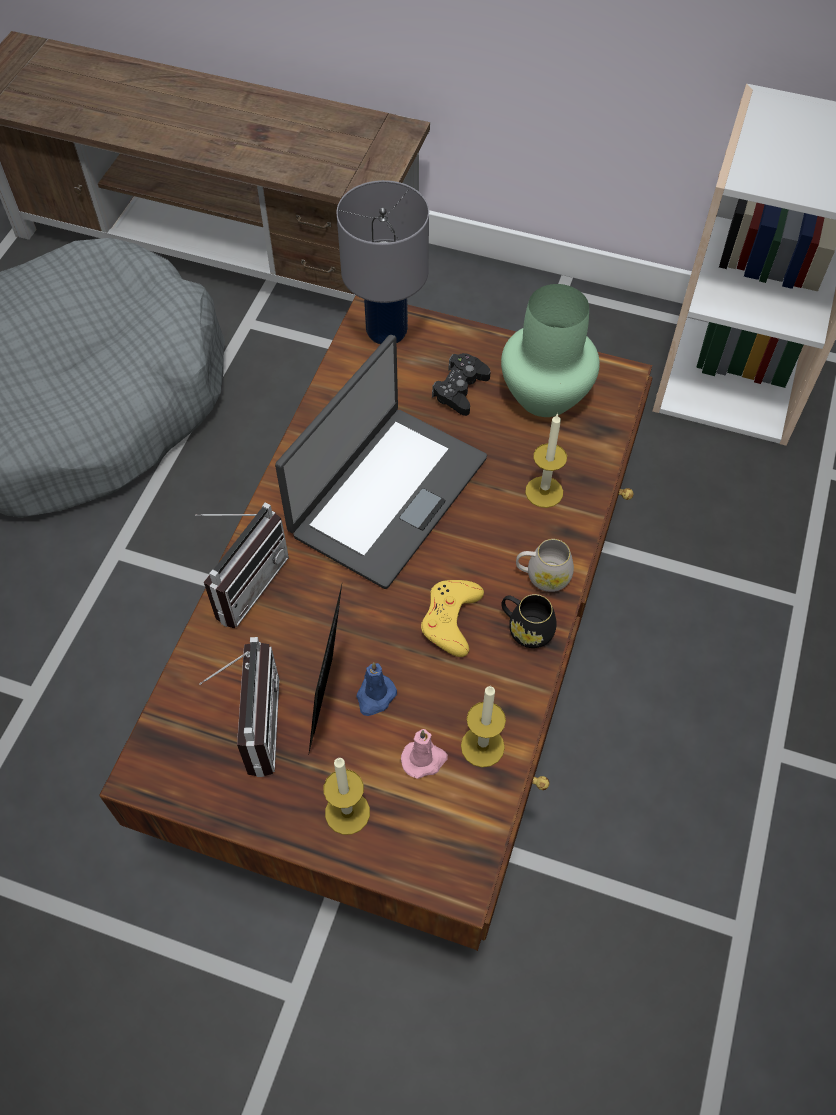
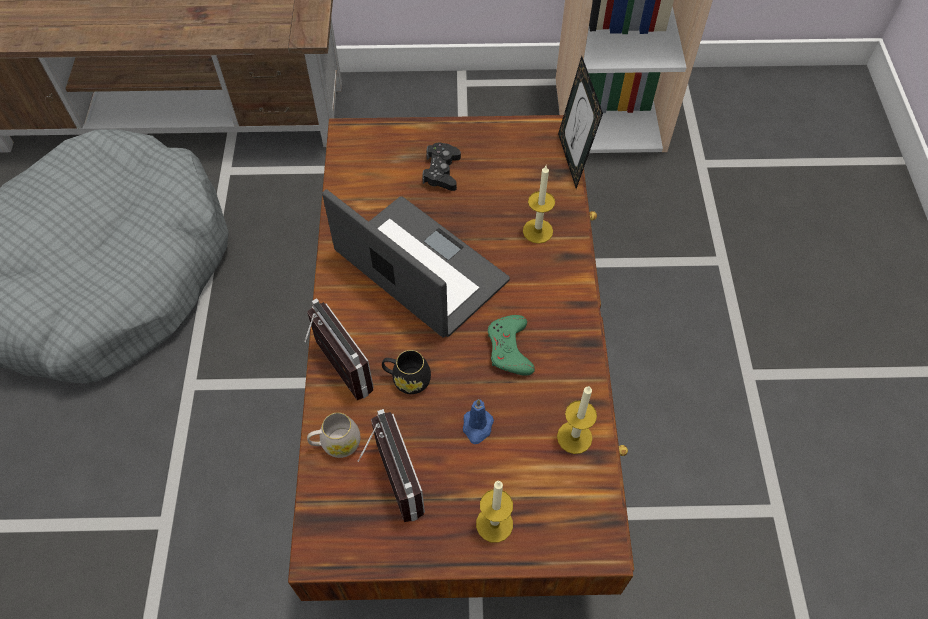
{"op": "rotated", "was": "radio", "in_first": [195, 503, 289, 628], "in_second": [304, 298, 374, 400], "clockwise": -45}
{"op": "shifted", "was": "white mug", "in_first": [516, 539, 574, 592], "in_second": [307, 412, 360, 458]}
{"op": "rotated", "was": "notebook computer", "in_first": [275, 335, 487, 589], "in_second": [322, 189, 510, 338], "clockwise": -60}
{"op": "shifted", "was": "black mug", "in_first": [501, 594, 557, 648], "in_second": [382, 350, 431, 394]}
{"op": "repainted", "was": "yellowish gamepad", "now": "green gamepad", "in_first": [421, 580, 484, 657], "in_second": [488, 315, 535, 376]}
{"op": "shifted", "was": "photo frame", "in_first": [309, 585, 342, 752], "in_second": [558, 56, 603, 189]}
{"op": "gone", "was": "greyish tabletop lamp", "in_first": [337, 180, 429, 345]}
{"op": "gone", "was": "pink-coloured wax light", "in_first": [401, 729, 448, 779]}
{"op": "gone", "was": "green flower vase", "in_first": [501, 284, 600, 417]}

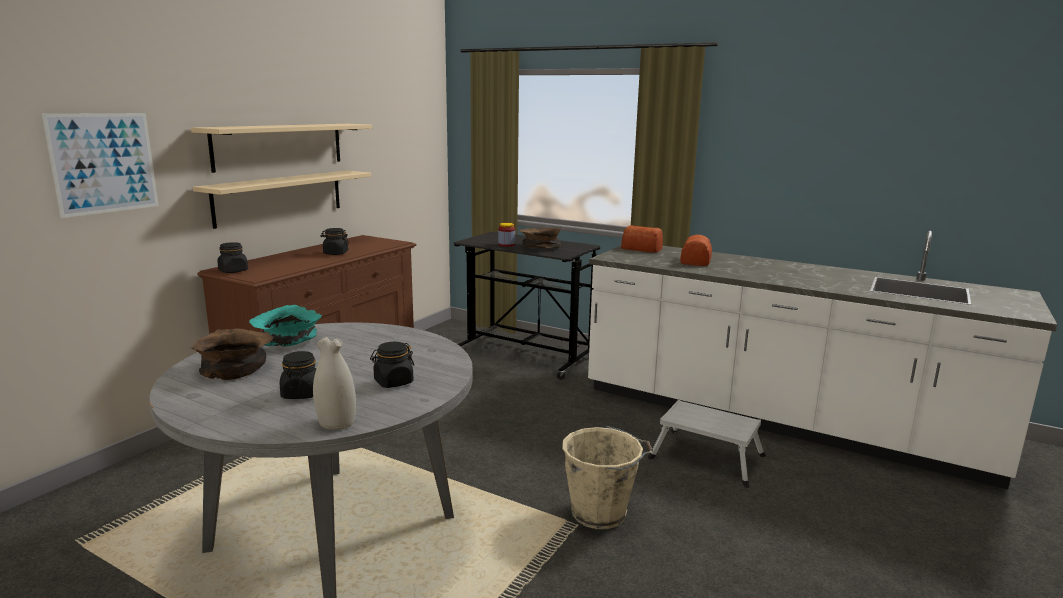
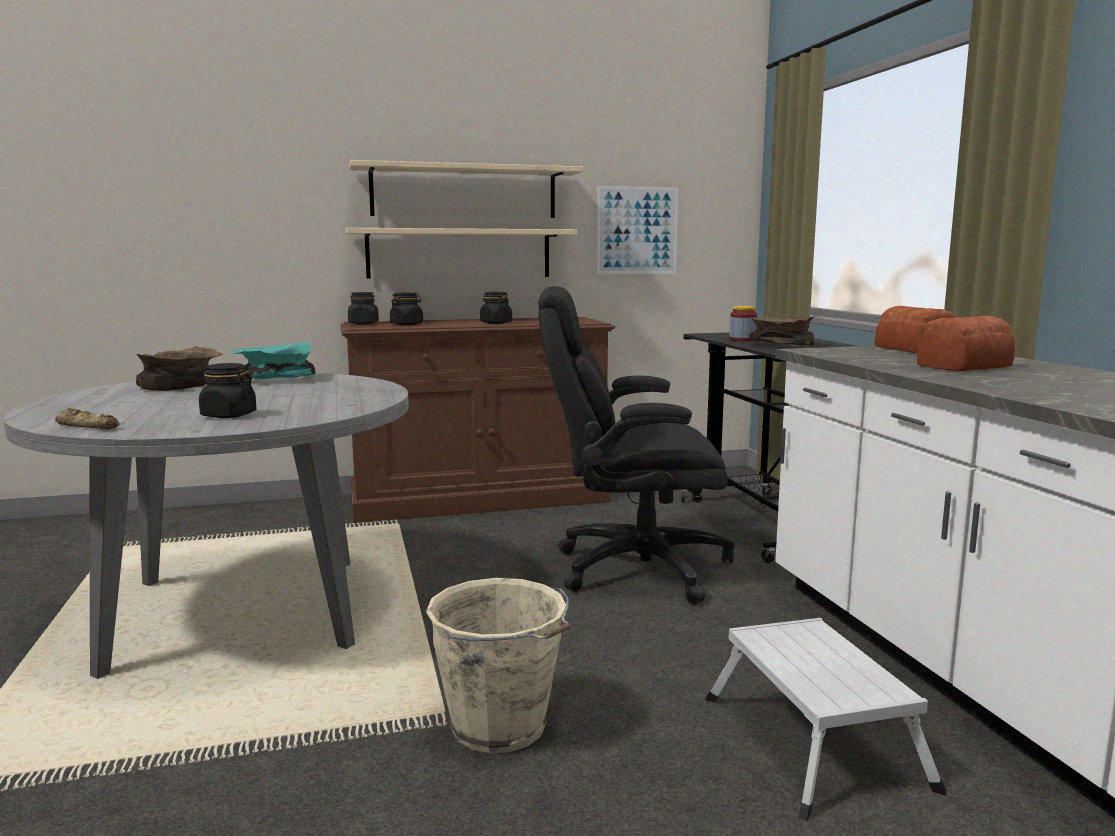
{"op": "swapped", "was": "white flower vase", "now": "bakery bread", "in_first": [313, 337, 356, 430], "in_second": [55, 408, 120, 429]}
{"op": "shifted", "was": "black preserve jar", "in_first": [280, 351, 317, 399], "in_second": [390, 292, 423, 325]}
{"op": "new", "now": "black computer chair", "in_second": [538, 286, 735, 605]}
{"op": "shifted", "was": "wall picture", "in_first": [42, 113, 159, 218], "in_second": [597, 186, 678, 274]}

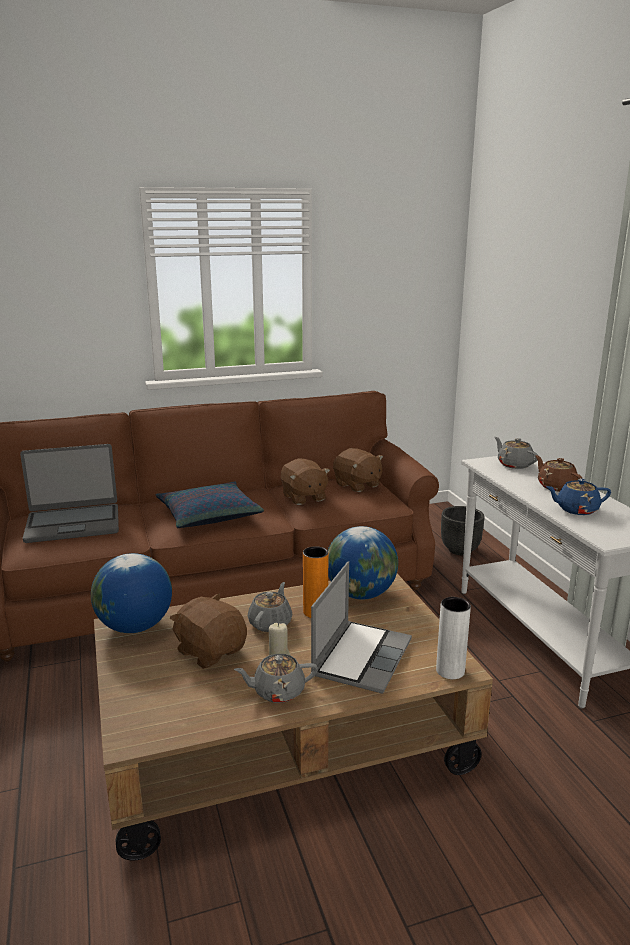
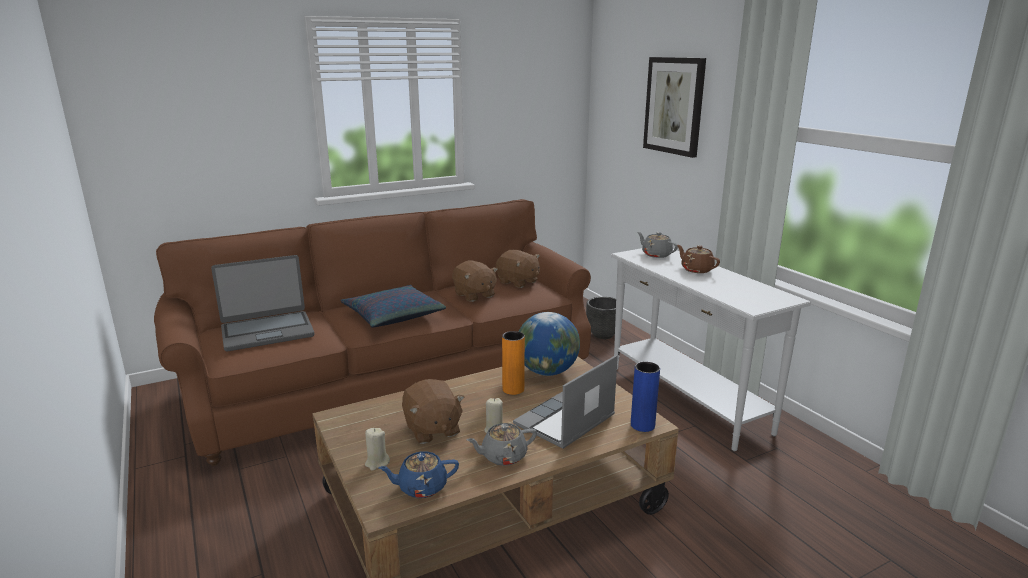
{"op": "new", "now": "beige wax light", "in_second": [365, 428, 390, 471]}
{"op": "shifted", "was": "bluish teapot", "in_first": [546, 479, 611, 515], "in_second": [378, 451, 459, 498]}
{"op": "rotated", "was": "brown cuddly toy", "in_first": [169, 593, 247, 669], "in_second": [402, 379, 465, 444], "clockwise": -150}
{"op": "rotated", "was": "notebook computer", "in_first": [311, 561, 412, 694], "in_second": [513, 355, 618, 449], "clockwise": -150}
{"op": "repainted", "was": "white flower vase", "now": "bluish flower vase", "in_first": [436, 597, 471, 679], "in_second": [631, 362, 660, 432]}
{"op": "new", "now": "wall picture", "in_second": [643, 57, 706, 158]}
{"op": "gone", "was": "globe", "in_first": [91, 553, 172, 633]}
{"op": "gone", "was": "greyish teapot", "in_first": [248, 582, 292, 632]}

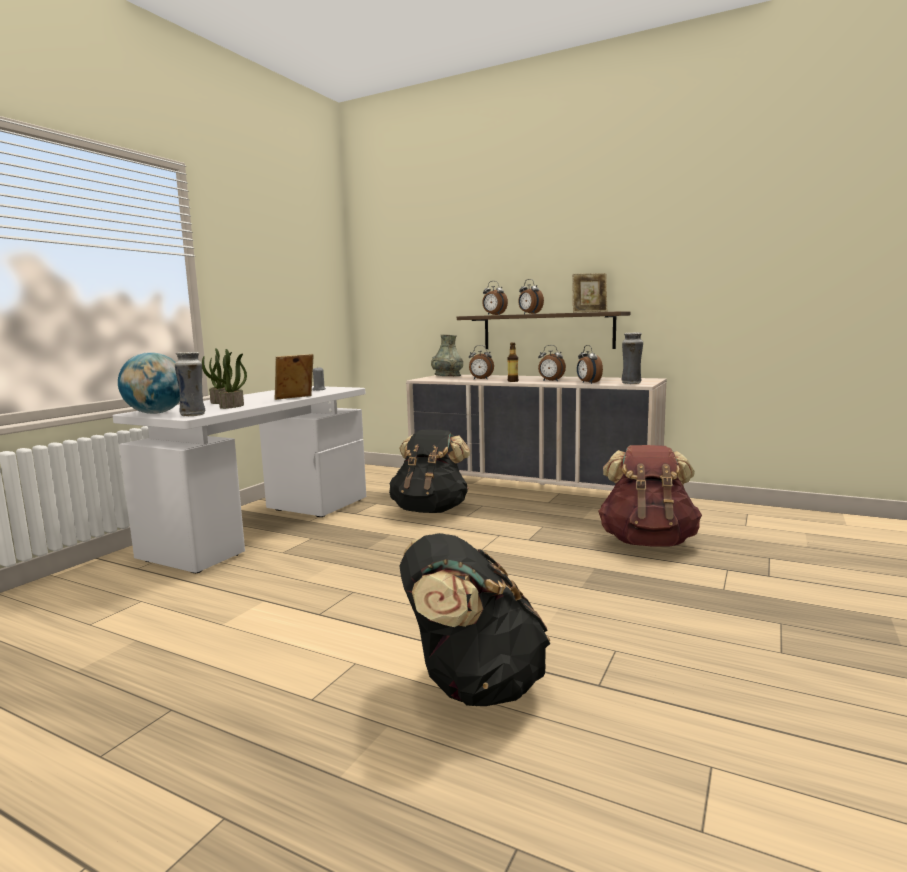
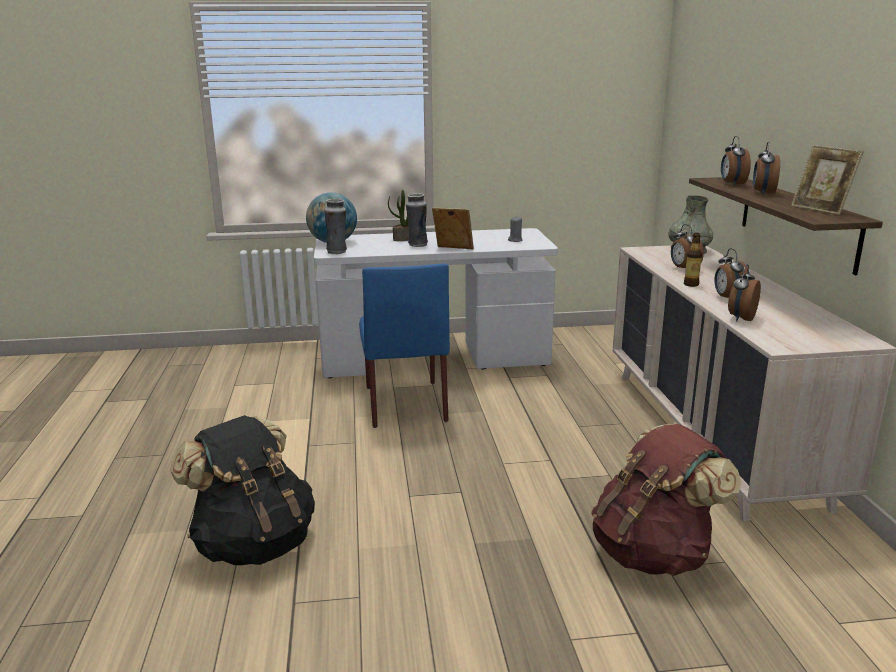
{"op": "new", "now": "bluish plain chair", "in_second": [359, 264, 450, 428]}
{"op": "shifted", "was": "flower vase", "in_first": [621, 332, 643, 384], "in_second": [406, 193, 428, 247]}
{"op": "gone", "was": "potted plant", "in_first": [209, 349, 247, 409]}
{"op": "gone", "was": "black rucksack", "in_first": [389, 430, 470, 513]}

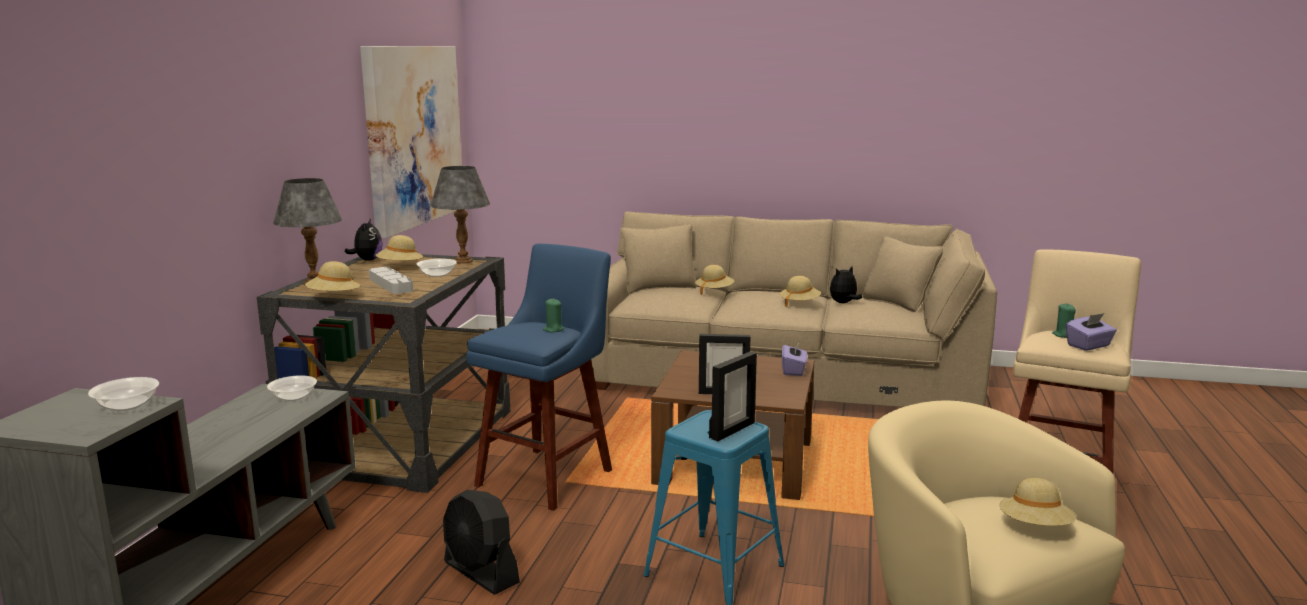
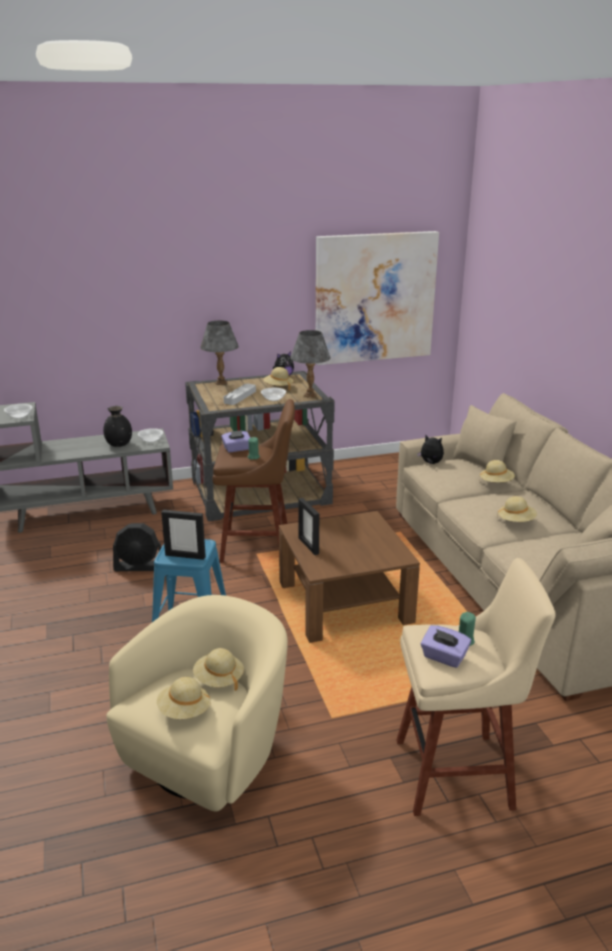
{"op": "new", "now": "black flower vase", "in_second": [103, 406, 132, 447]}
{"op": "rotated", "was": "black fan", "in_first": [443, 490, 520, 595], "in_second": [113, 523, 162, 571], "clockwise": -105}
{"op": "shifted", "was": "beige hat", "in_first": [305, 261, 361, 291], "in_second": [193, 648, 244, 691]}
{"op": "repainted", "was": "bluish stool seat", "now": "brown stool seat", "in_first": [466, 244, 612, 511], "in_second": [213, 399, 295, 563]}
{"op": "shifted", "was": "purple-coloured box of tissues", "in_first": [782, 343, 807, 376], "in_second": [221, 430, 250, 453]}
{"op": "shifted", "was": "cuddly toy", "in_first": [830, 266, 862, 303], "in_second": [417, 435, 444, 464]}

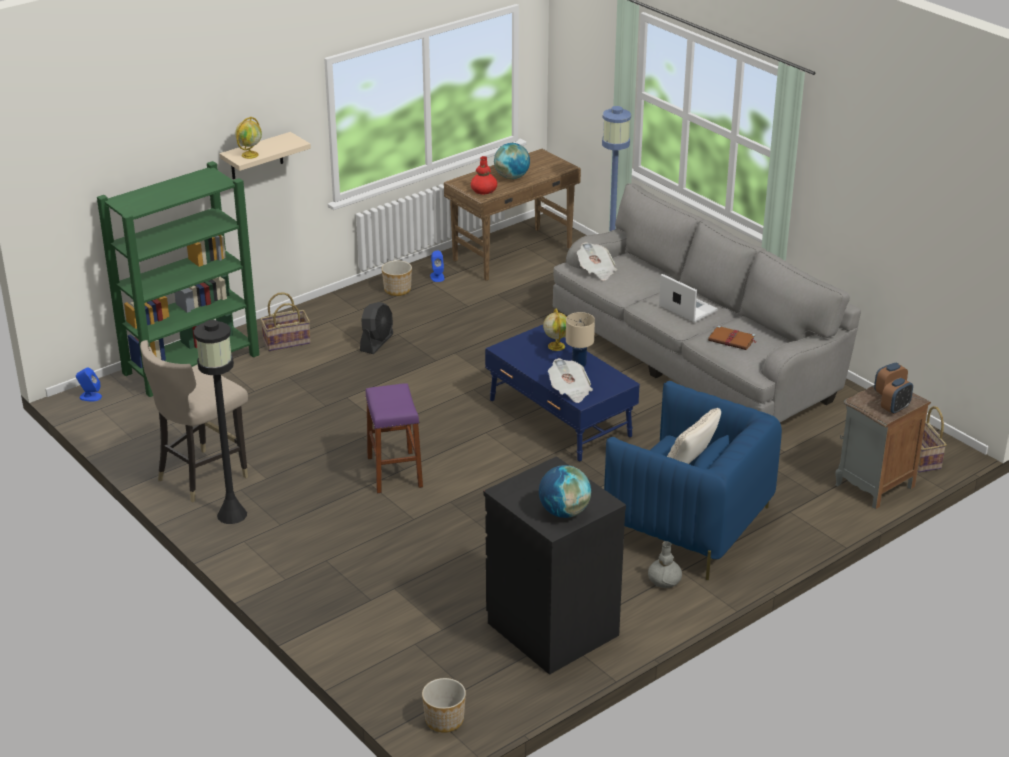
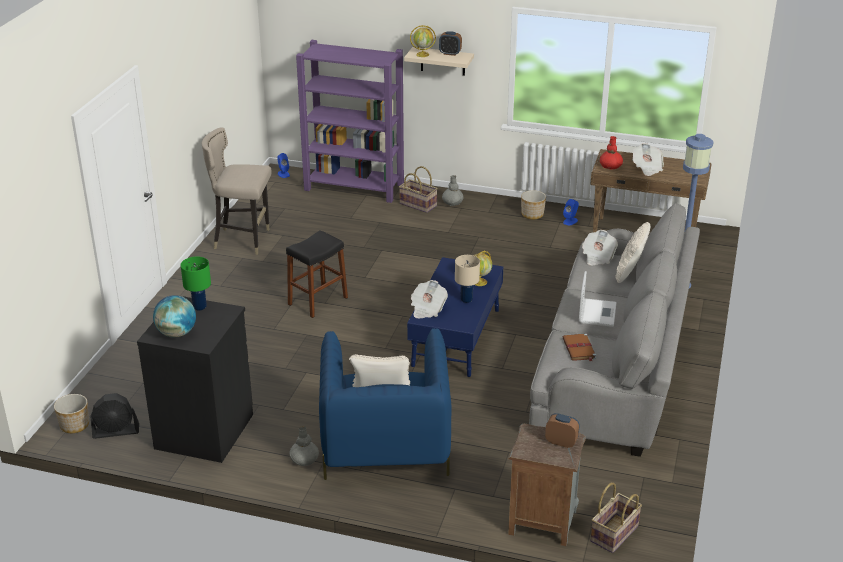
{"op": "shifted", "was": "black fan", "in_first": [360, 302, 393, 354], "in_second": [90, 393, 139, 439]}
{"op": "new", "now": "green tabletop lamp", "in_second": [181, 256, 211, 311]}
{"op": "repainted", "was": "purple-coloured stool seat", "now": "black stool seat", "in_first": [365, 383, 423, 493], "in_second": [286, 230, 348, 318]}
{"op": "repainted", "was": "green shelving unit", "now": "purple-coloured shelving unit", "in_first": [97, 161, 259, 397], "in_second": [296, 40, 404, 203]}
{"op": "shifted", "was": "bedside clock", "in_first": [881, 378, 913, 415], "in_second": [439, 31, 462, 56]}
{"op": "new", "now": "greyish flower vase", "in_second": [442, 175, 464, 206]}
{"op": "new", "now": "beige cushion", "in_second": [615, 222, 650, 283]}
{"op": "swapped", "was": "globe", "now": "printed paper", "in_first": [494, 143, 530, 179], "in_second": [632, 143, 664, 176]}
{"op": "gone", "was": "black floor lamp", "in_first": [194, 320, 247, 524]}

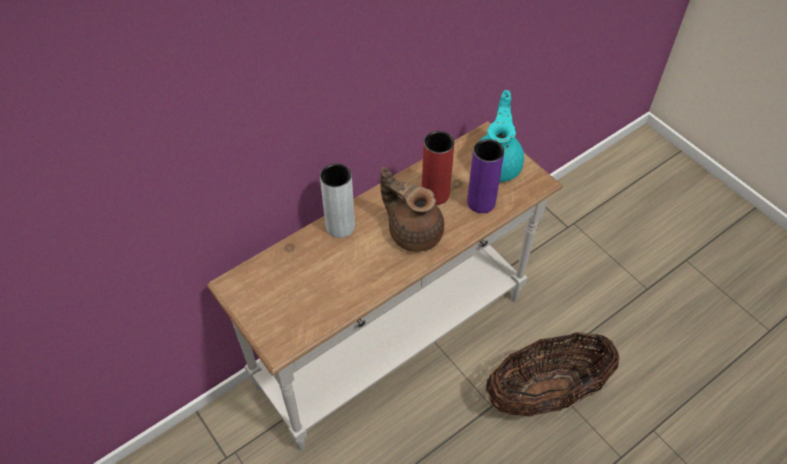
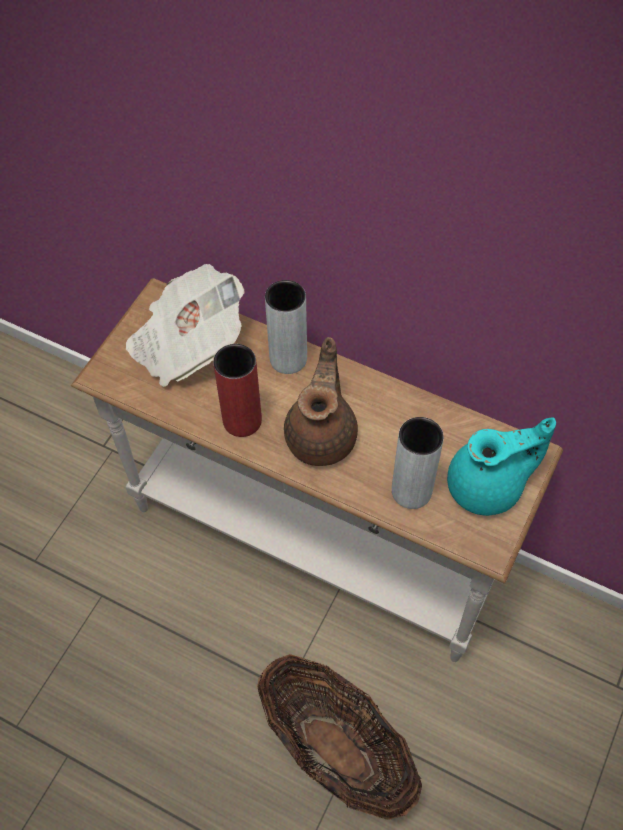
{"op": "new", "now": "printed paper", "in_second": [126, 264, 245, 387]}
{"op": "shifted", "was": "red flower vase", "in_first": [422, 131, 454, 205], "in_second": [213, 344, 262, 437]}
{"op": "repainted", "was": "purple-coloured flower vase", "now": "greyish flower vase", "in_first": [467, 139, 504, 213], "in_second": [392, 417, 444, 509]}

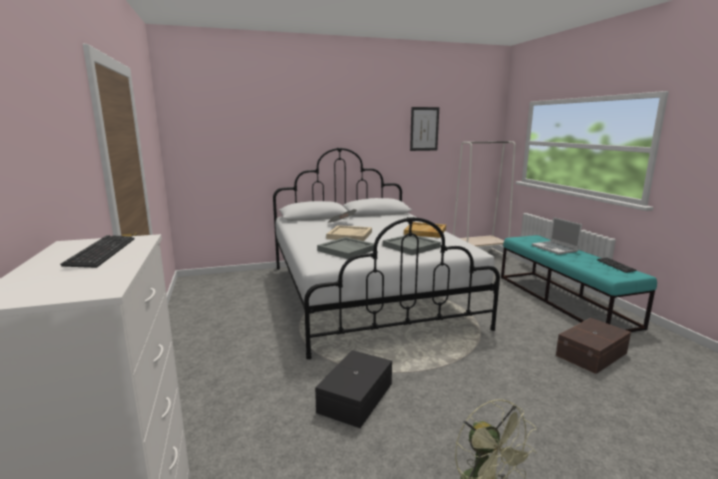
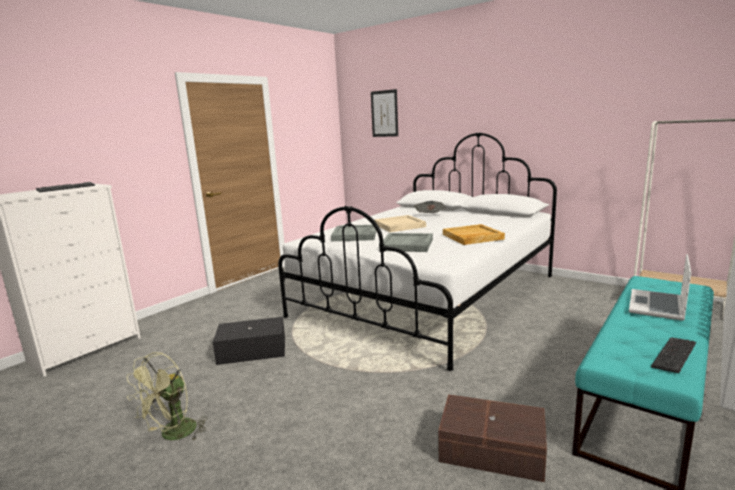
{"op": "shifted", "was": "wall picture", "in_first": [410, 107, 439, 151], "in_second": [371, 89, 398, 137]}

